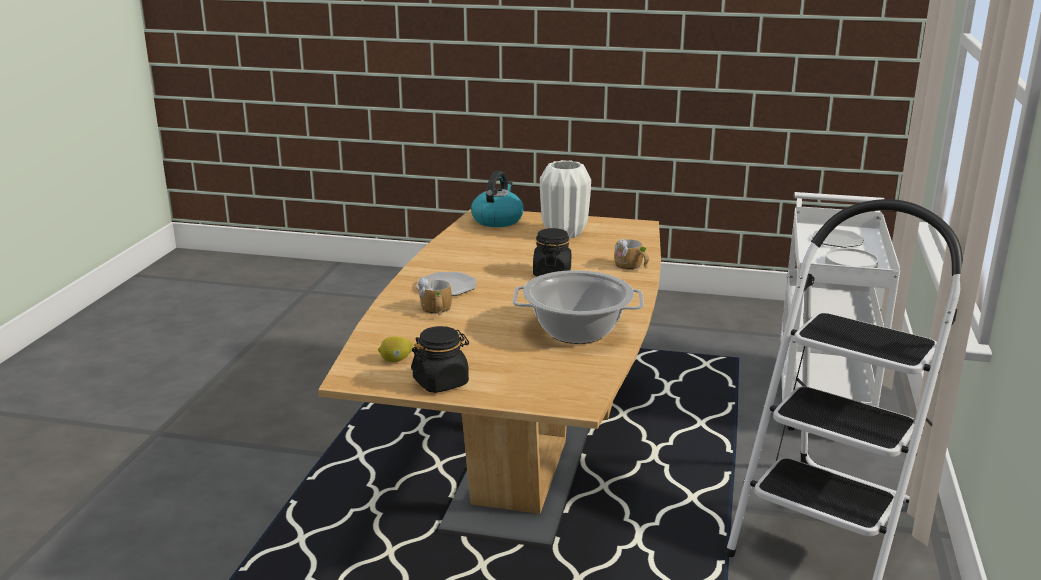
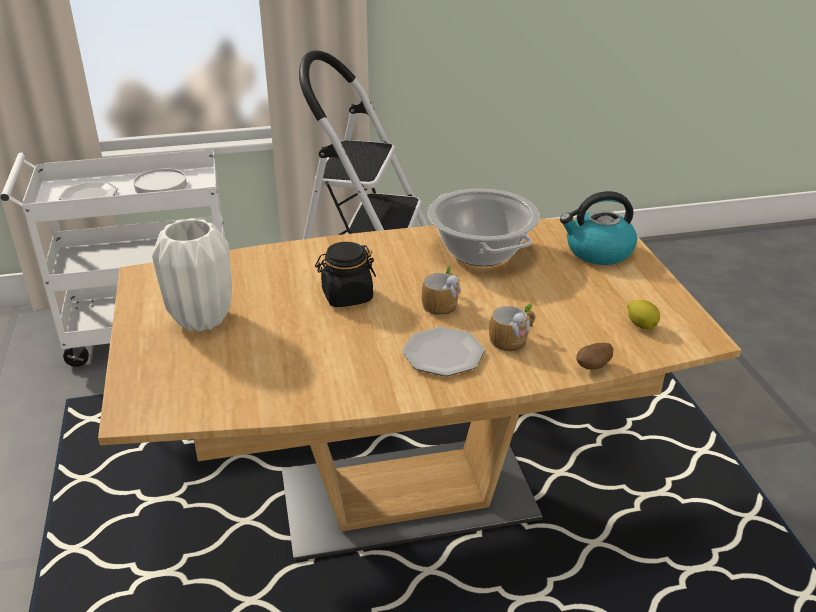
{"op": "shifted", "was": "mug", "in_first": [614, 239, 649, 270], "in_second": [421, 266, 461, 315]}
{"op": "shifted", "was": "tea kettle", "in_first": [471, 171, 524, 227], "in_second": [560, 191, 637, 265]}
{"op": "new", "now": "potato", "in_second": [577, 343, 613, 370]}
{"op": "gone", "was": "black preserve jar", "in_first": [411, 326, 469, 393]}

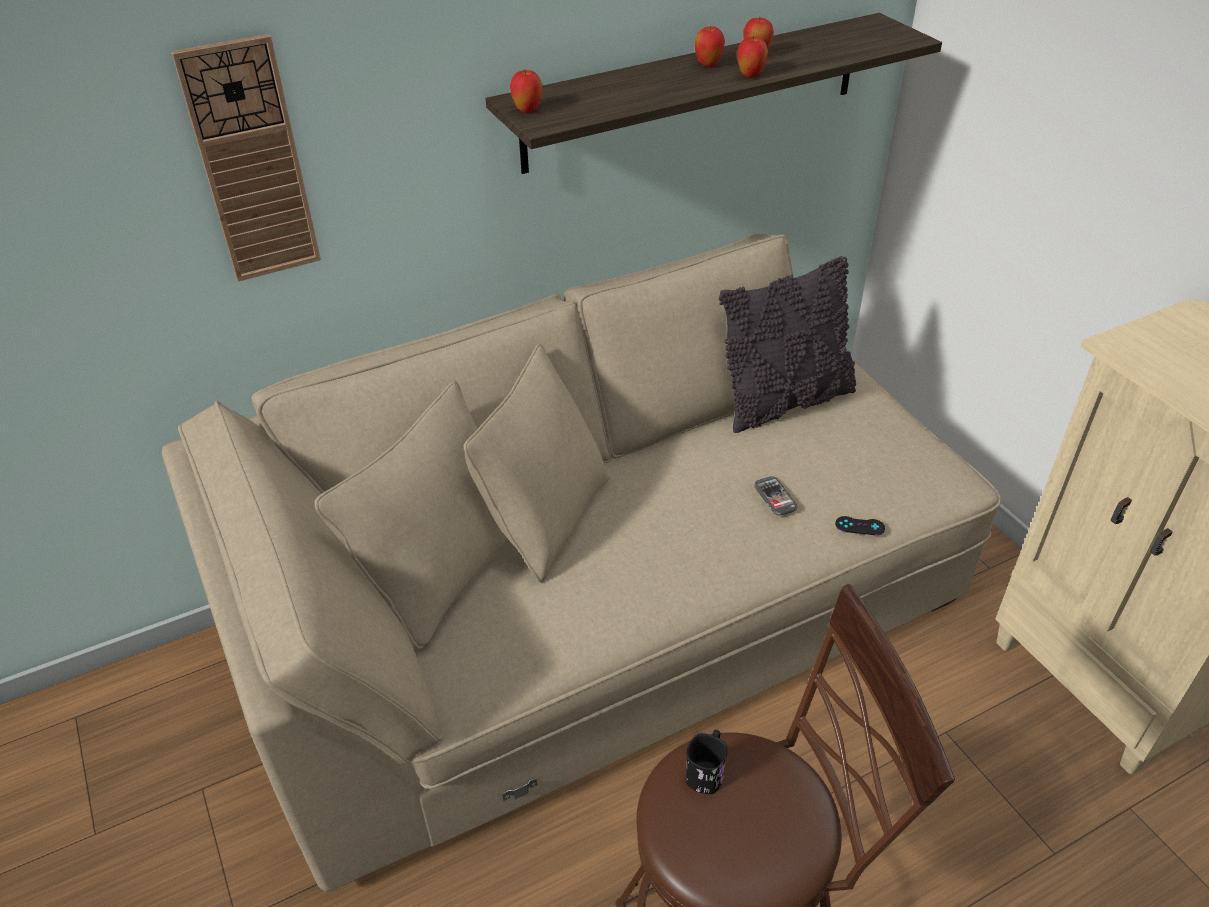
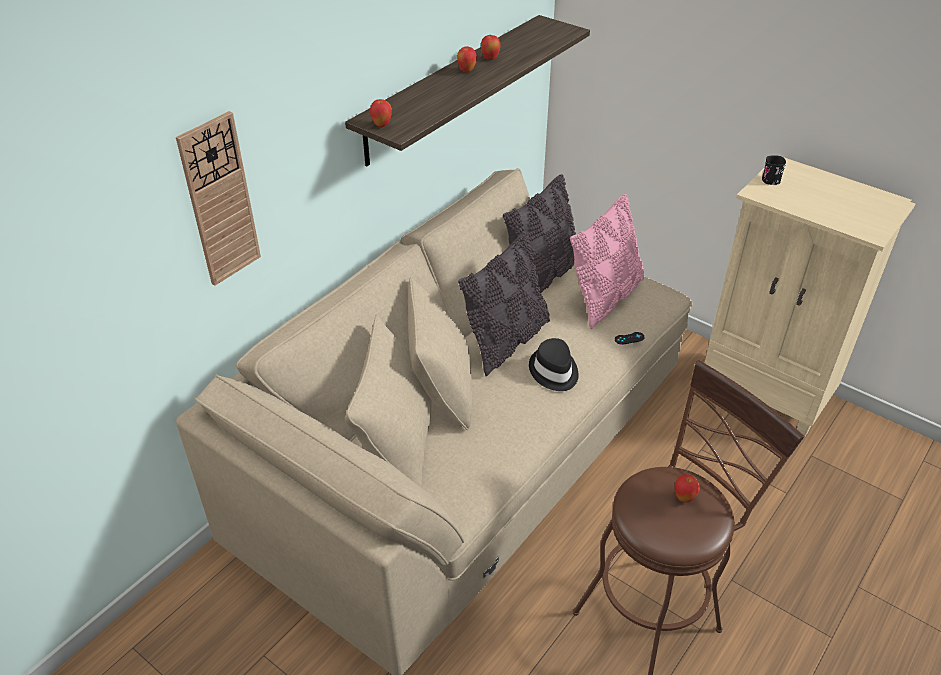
{"op": "new", "now": "black cushion", "in_second": [458, 232, 550, 376]}
{"op": "new", "now": "black hat", "in_second": [529, 338, 579, 391]}
{"op": "new", "now": "pink-coloured cushion", "in_second": [570, 194, 644, 329]}
{"op": "shifted", "was": "apple", "in_first": [737, 36, 768, 78], "in_second": [675, 474, 700, 503]}
{"op": "shifted", "was": "black mug", "in_first": [686, 730, 728, 794], "in_second": [762, 155, 786, 185]}
{"op": "gone", "was": "phone", "in_first": [754, 476, 798, 516]}

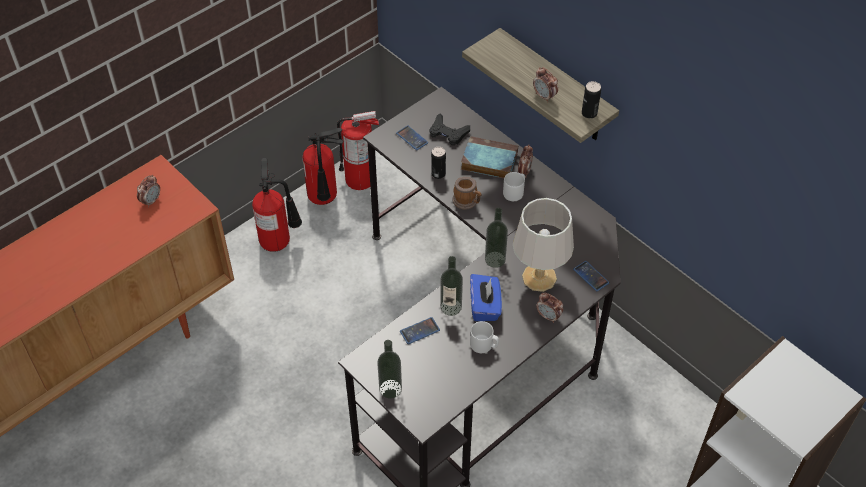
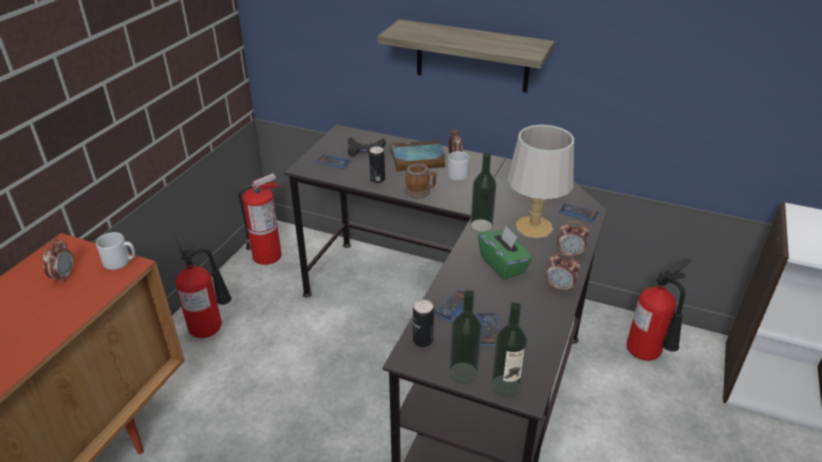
{"op": "shifted", "was": "greyish mug", "in_first": [470, 321, 499, 353], "in_second": [96, 232, 135, 270]}
{"op": "shifted", "was": "sealed can", "in_first": [582, 81, 601, 118], "in_second": [413, 300, 434, 347]}
{"op": "new", "now": "phone", "in_second": [476, 313, 500, 346]}
{"op": "repainted", "was": "bluish box of tissues", "now": "green box of tissues", "in_first": [470, 274, 502, 321], "in_second": [478, 226, 533, 280]}
{"op": "shifted", "was": "bottle", "in_first": [440, 256, 463, 316], "in_second": [491, 302, 528, 397]}
{"op": "shifted", "was": "bedside clock", "in_first": [533, 67, 558, 103], "in_second": [546, 253, 580, 293]}
{"op": "shifted", "was": "fire-fighting cylinder", "in_first": [302, 128, 343, 205], "in_second": [626, 258, 690, 361]}

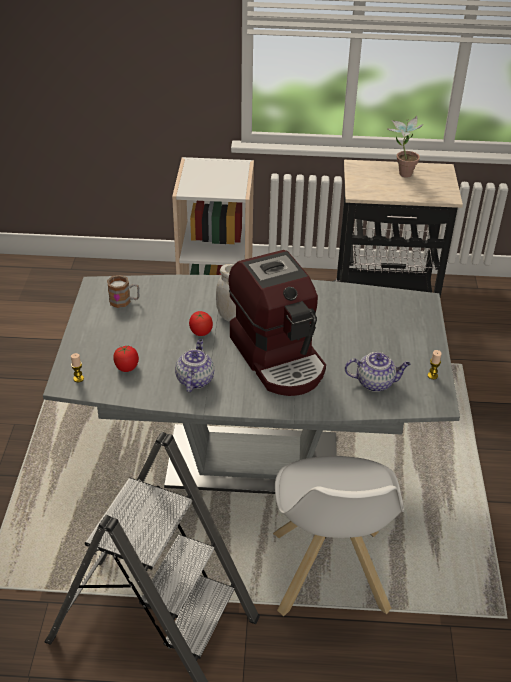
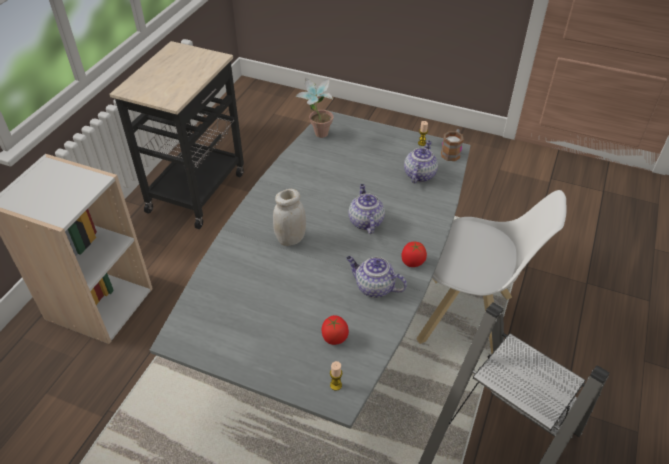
{"op": "shifted", "was": "potted plant", "in_first": [386, 116, 424, 178], "in_second": [295, 77, 333, 138]}
{"op": "swapped", "was": "coffee brewer", "now": "teapot", "in_first": [229, 250, 326, 396], "in_second": [349, 184, 385, 234]}
{"op": "shifted", "was": "tomato", "in_first": [189, 311, 213, 336], "in_second": [401, 241, 427, 267]}
{"op": "shifted", "was": "mug", "in_first": [107, 275, 139, 308], "in_second": [441, 129, 463, 161]}

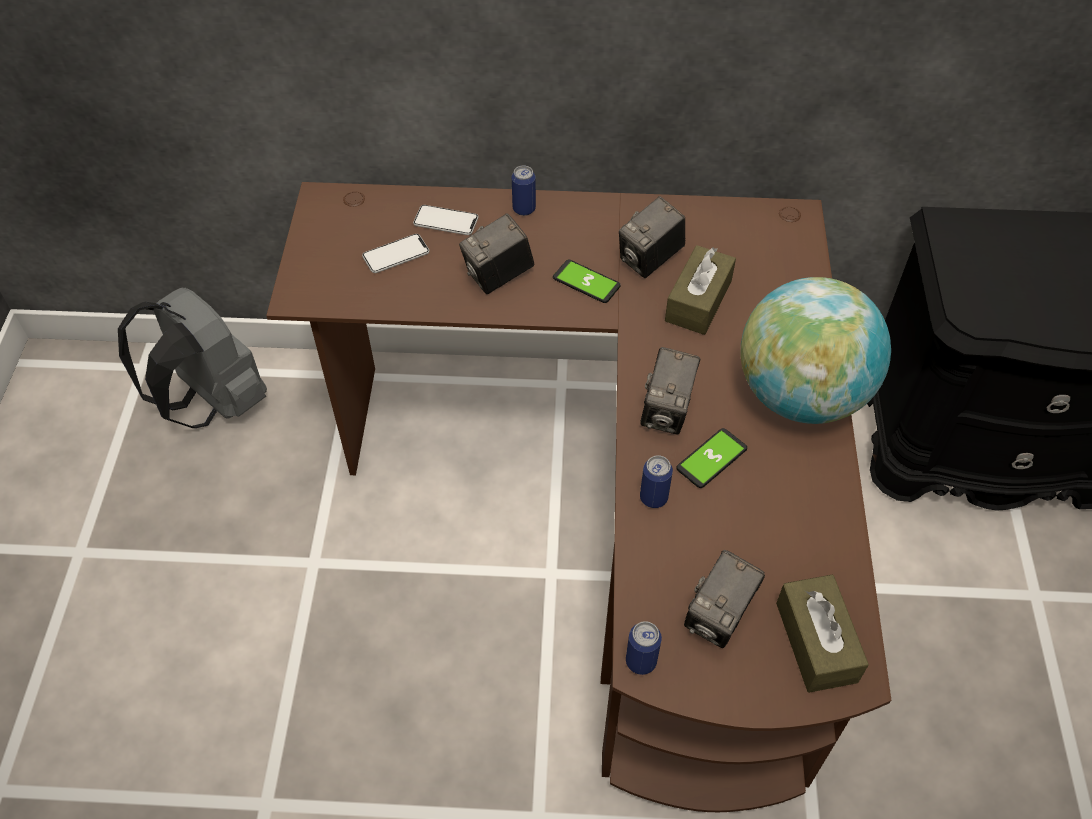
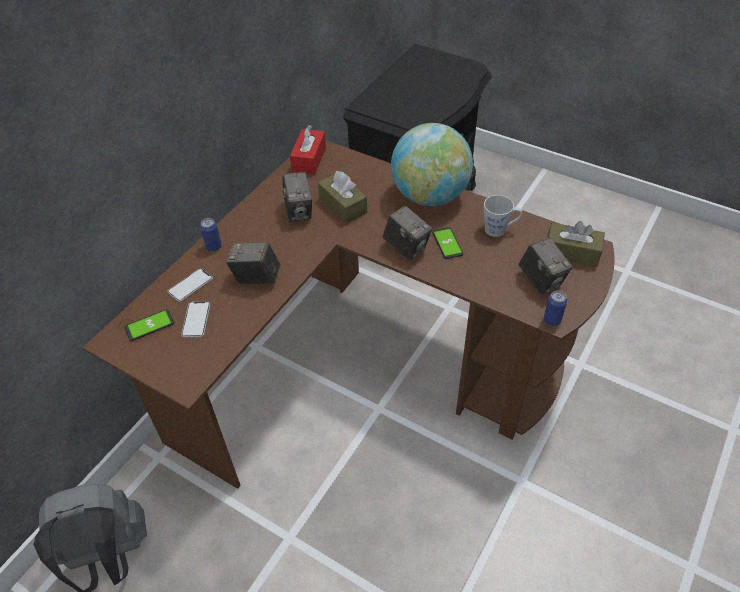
{"op": "shifted", "was": "phone", "in_first": [553, 260, 621, 303], "in_second": [125, 309, 174, 341]}
{"op": "rotated", "was": "still camera", "in_first": [459, 213, 534, 294], "in_second": [226, 241, 280, 284], "clockwise": 105}
{"op": "new", "now": "red box of tissues", "in_second": [290, 125, 326, 174]}
{"op": "new", "now": "greyish mug", "in_second": [484, 195, 522, 237]}
{"op": "gone", "was": "sealed can", "in_first": [640, 455, 673, 508]}

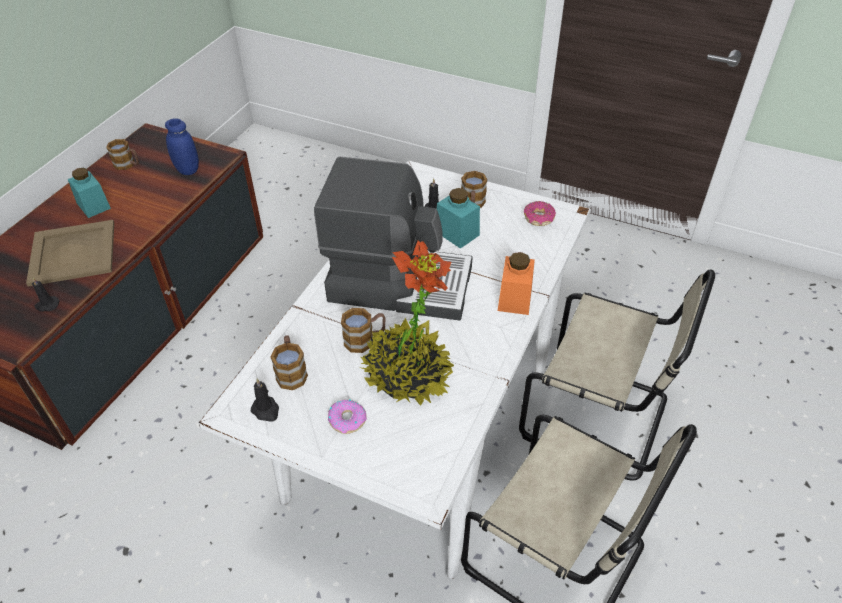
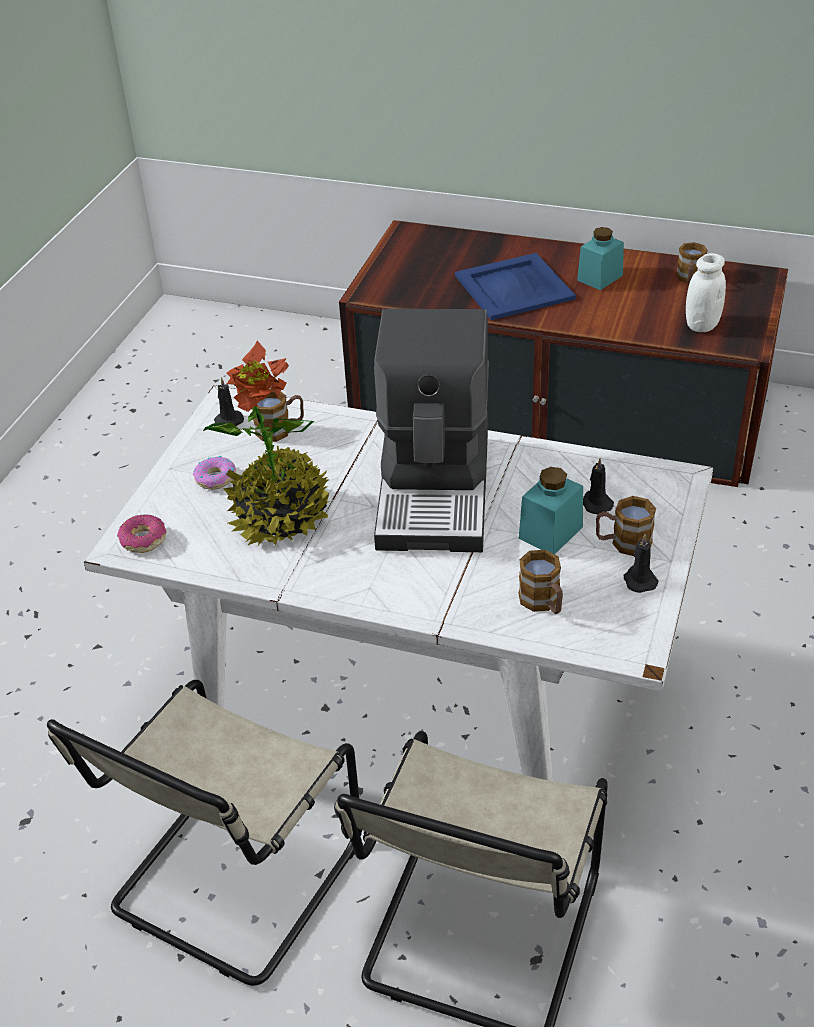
{"op": "shifted", "was": "donut", "in_first": [524, 201, 556, 226], "in_second": [117, 515, 167, 553]}
{"op": "repainted", "was": "beige tray", "now": "bluish tray", "in_first": [26, 220, 114, 286], "in_second": [455, 253, 576, 320]}
{"op": "shifted", "was": "mug", "in_first": [341, 308, 386, 353], "in_second": [519, 550, 563, 614]}
{"op": "shifted", "was": "black wax light", "in_first": [32, 277, 60, 312], "in_second": [624, 534, 659, 593]}
{"op": "repainted", "was": "bluish preserve jar", "now": "white preserve jar", "in_first": [165, 118, 199, 175], "in_second": [686, 253, 726, 332]}
{"op": "gone", "was": "orange-coloured preserve jar", "in_first": [498, 252, 535, 315]}

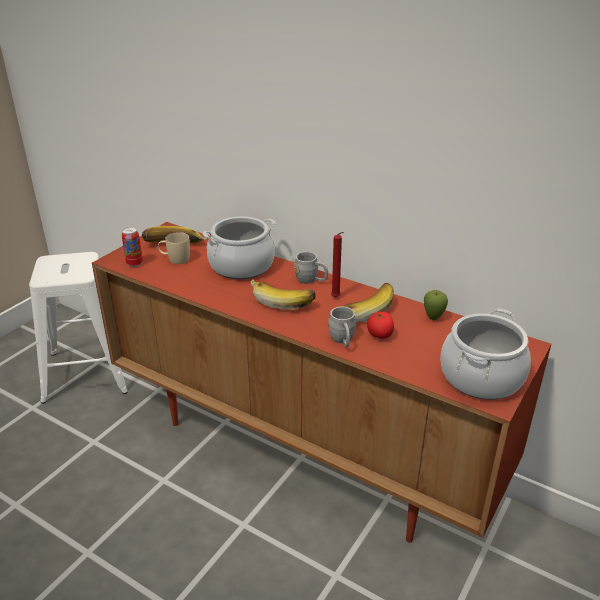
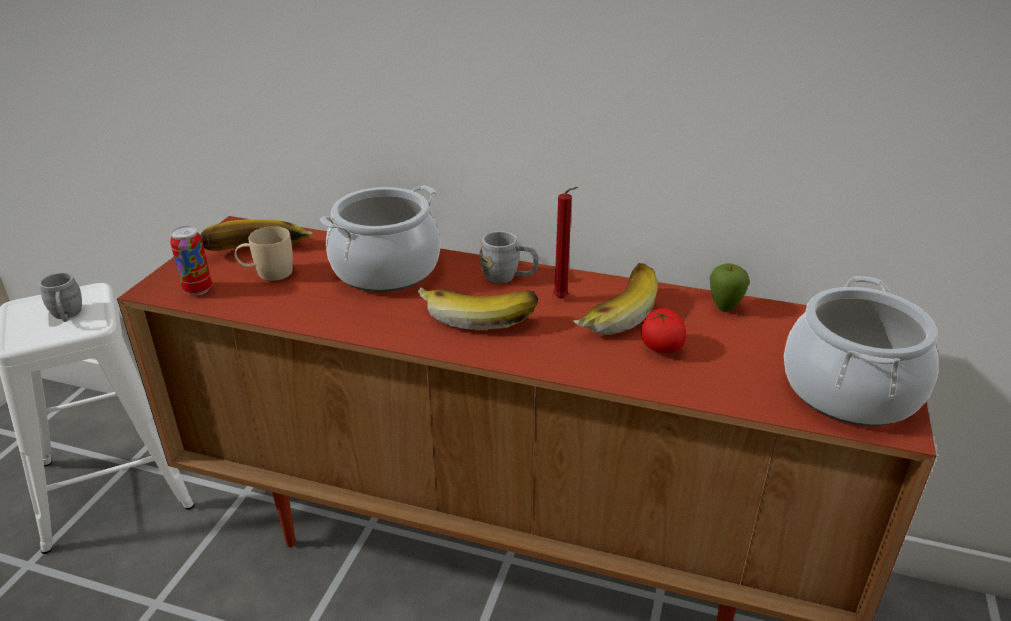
{"op": "shifted", "was": "greyish mug", "in_first": [328, 307, 356, 347], "in_second": [39, 272, 82, 322]}

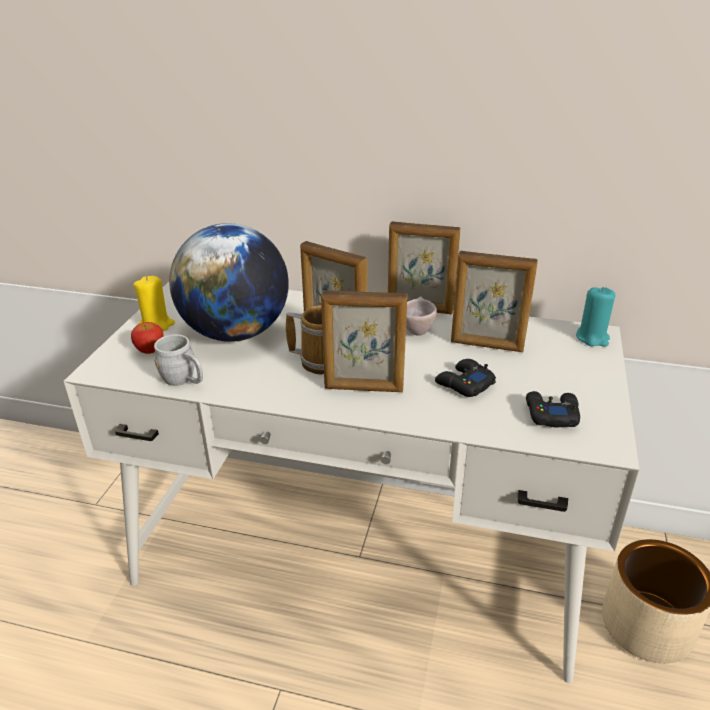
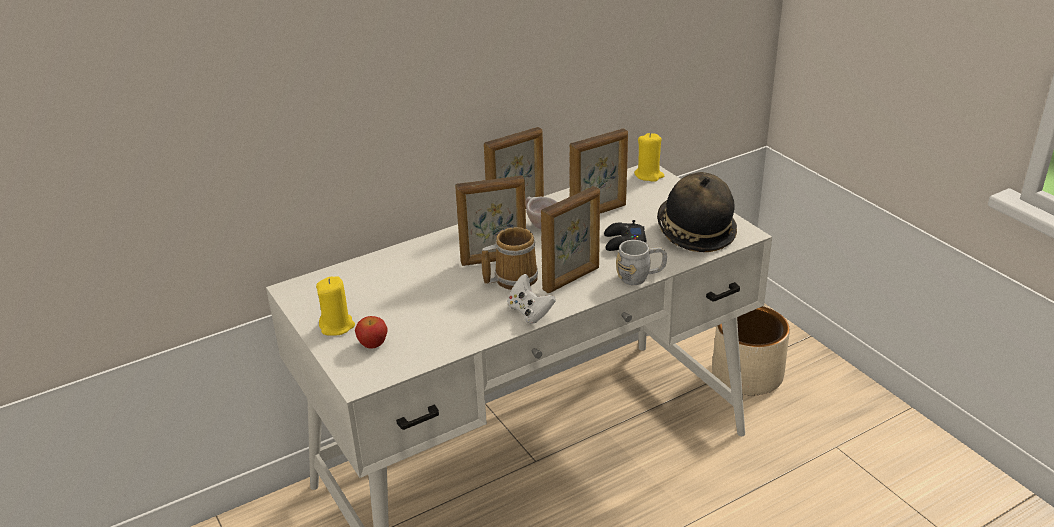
{"op": "new", "now": "white gamepad", "in_second": [507, 274, 556, 324]}
{"op": "shifted", "was": "greyish mug", "in_first": [154, 334, 203, 386], "in_second": [616, 240, 667, 285]}
{"op": "repainted", "was": "turquoise wax light", "now": "yellowish wax light", "in_first": [576, 287, 615, 347], "in_second": [634, 133, 664, 182]}
{"op": "swapped", "was": "black gamepad", "now": "hat", "in_first": [526, 391, 580, 428], "in_second": [657, 172, 737, 252]}
{"op": "gone", "was": "globe", "in_first": [169, 223, 289, 342]}

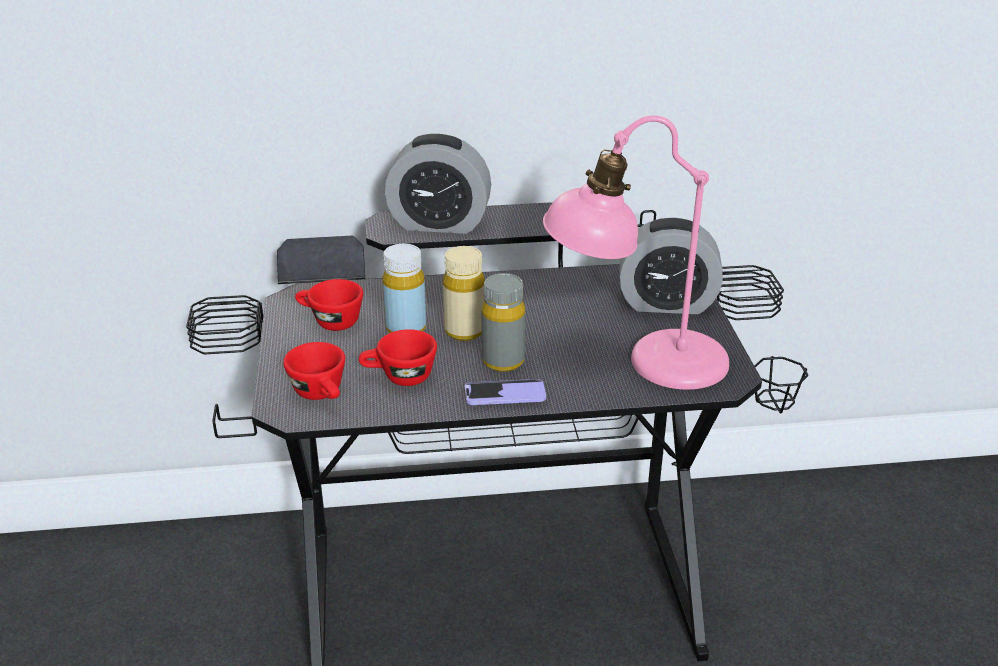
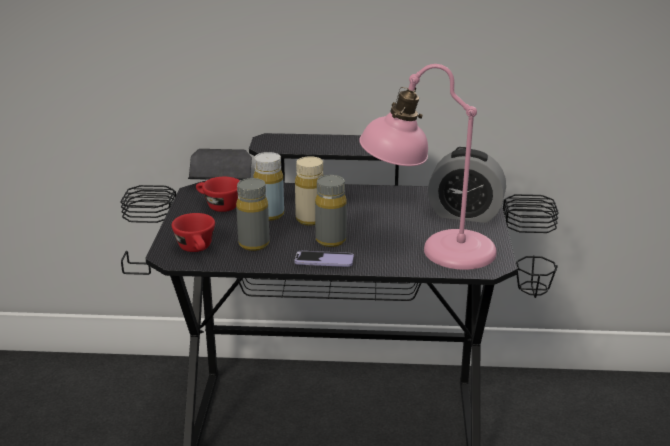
{"op": "swapped", "was": "red cup", "now": "greyish bottle", "in_first": [359, 329, 437, 386], "in_second": [236, 178, 270, 251]}
{"op": "gone", "was": "bedside clock", "in_first": [385, 134, 491, 234]}

